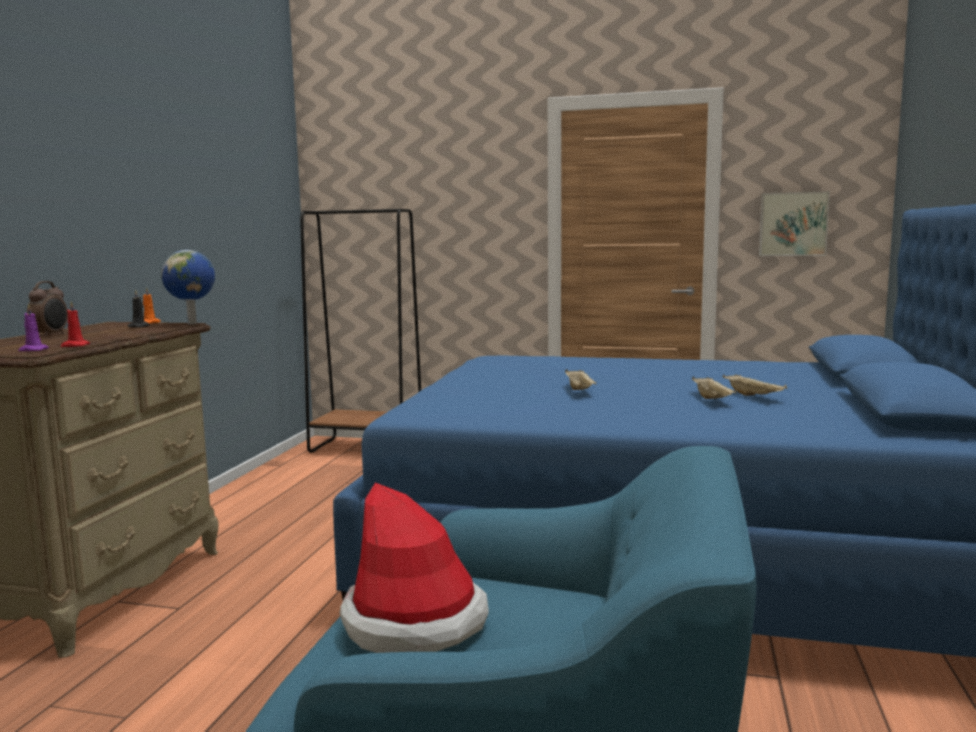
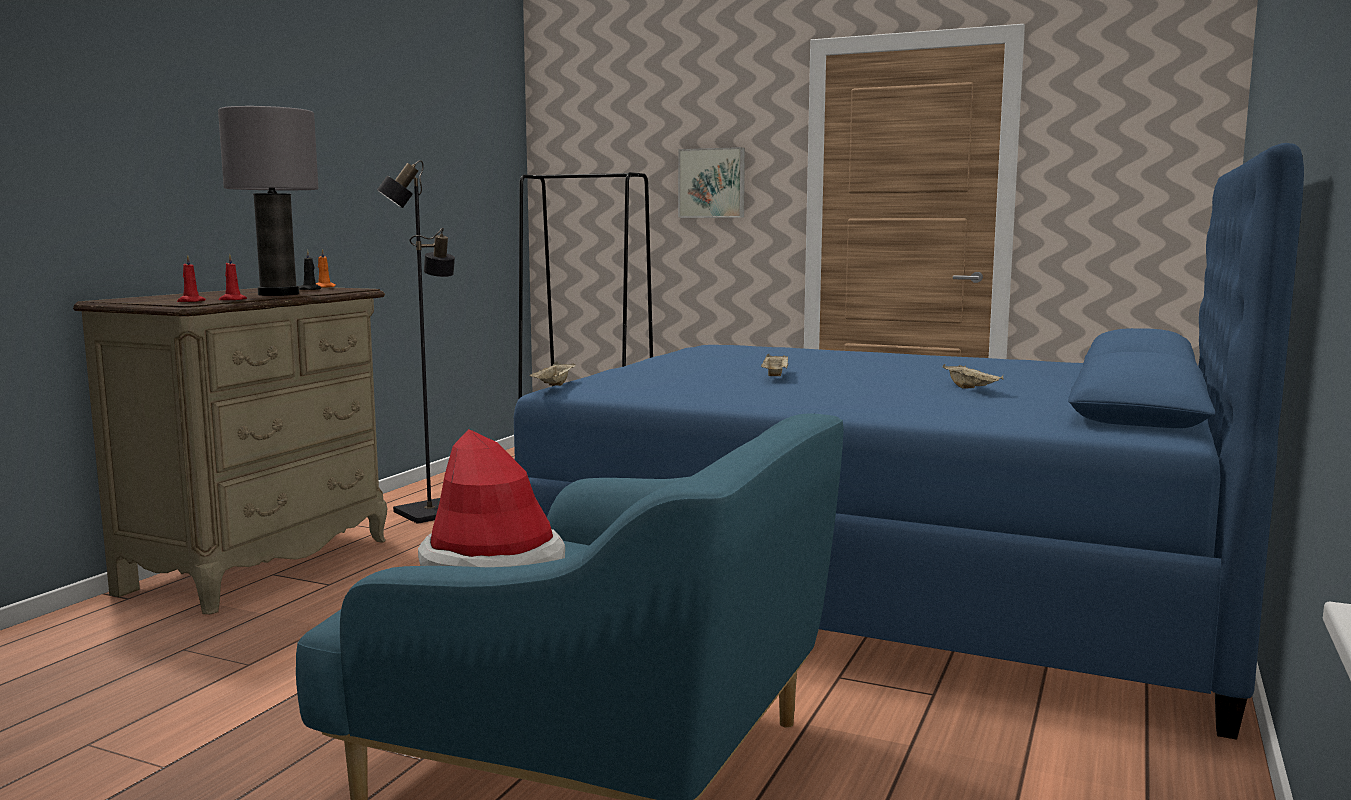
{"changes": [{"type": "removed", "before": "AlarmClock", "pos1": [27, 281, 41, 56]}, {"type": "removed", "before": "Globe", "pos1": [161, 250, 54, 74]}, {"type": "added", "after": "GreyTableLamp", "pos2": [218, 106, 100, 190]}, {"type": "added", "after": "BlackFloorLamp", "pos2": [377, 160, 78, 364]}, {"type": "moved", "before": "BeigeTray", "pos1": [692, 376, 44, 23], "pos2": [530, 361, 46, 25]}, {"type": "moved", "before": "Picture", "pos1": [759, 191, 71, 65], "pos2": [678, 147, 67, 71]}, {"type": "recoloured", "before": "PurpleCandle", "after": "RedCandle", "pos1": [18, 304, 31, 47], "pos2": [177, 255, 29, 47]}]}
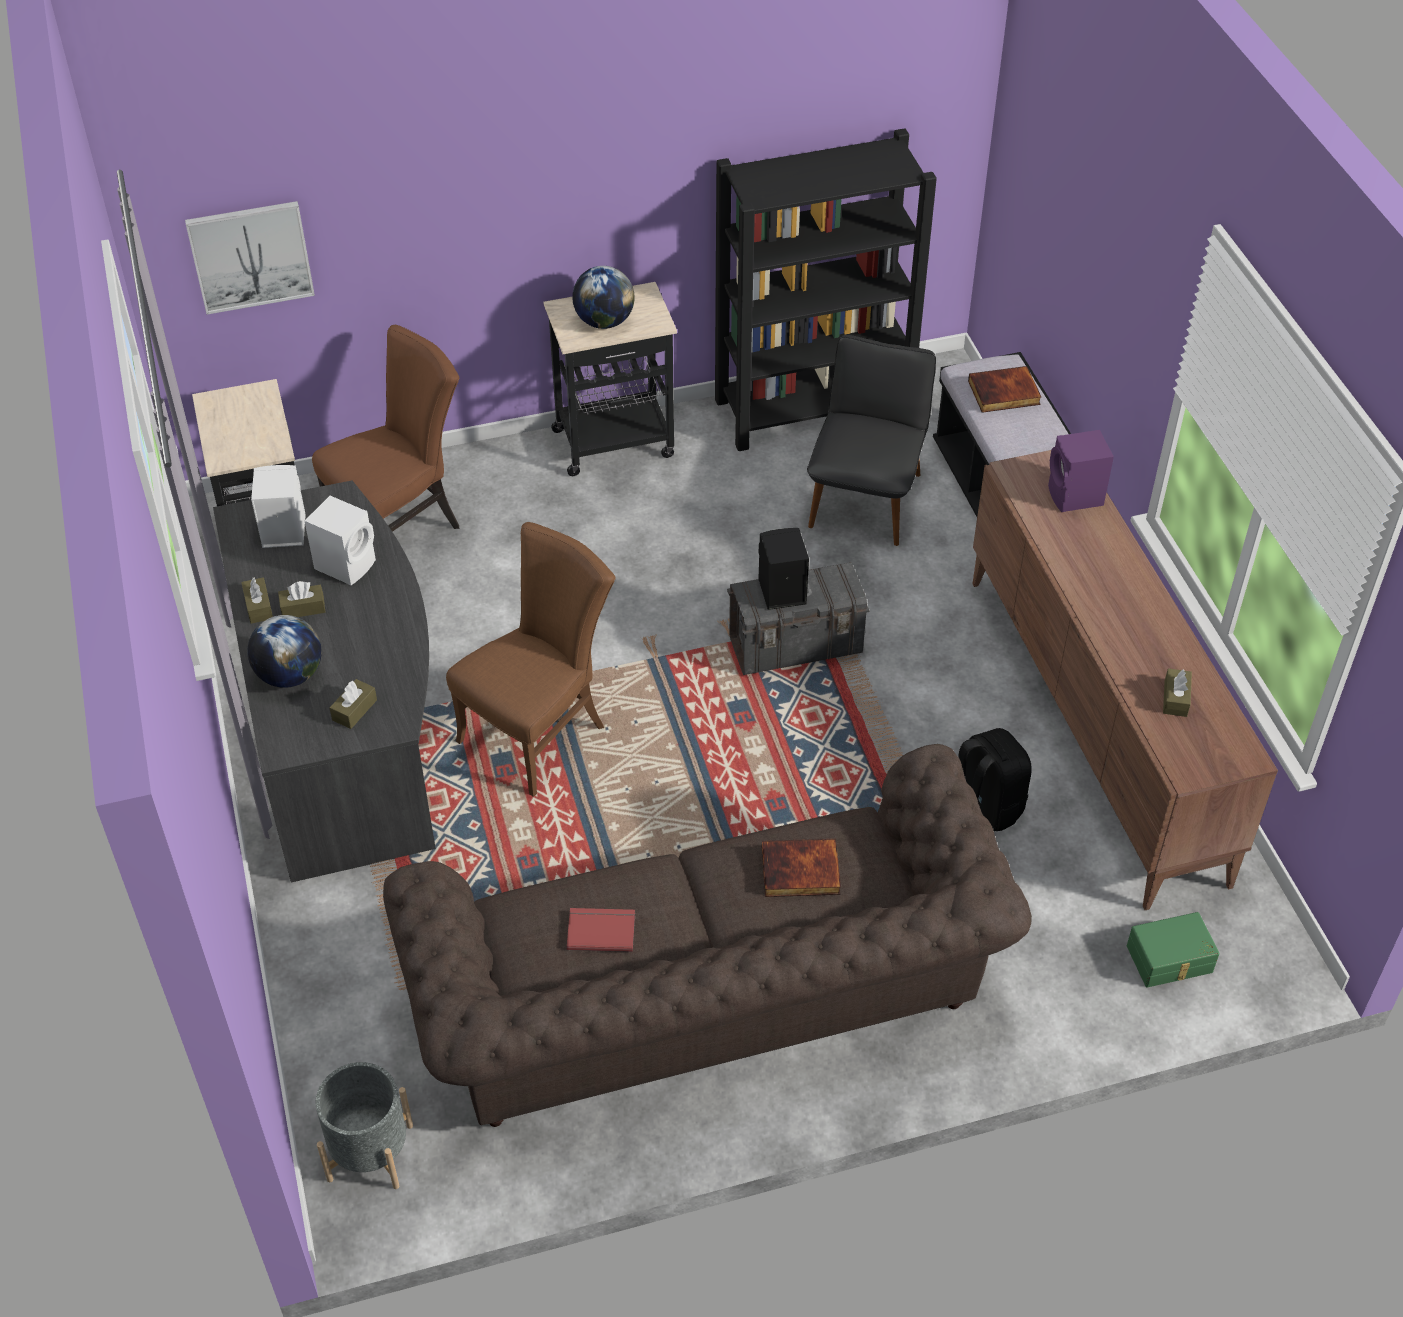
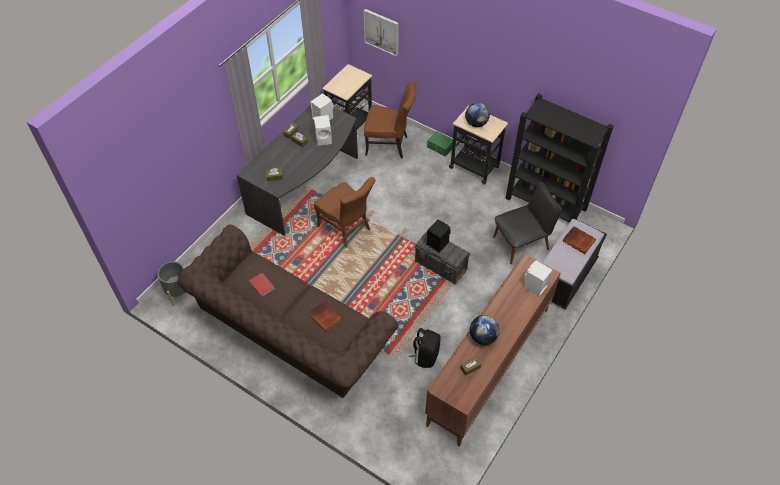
{"changes": [{"type": "moved", "before": "Globe", "pos1": [247, 615, 75, 73], "pos2": [470, 315, 30, 30]}, {"type": "moved", "before": "GreenStorageBox", "pos1": [1127, 912, 92, 75], "pos2": [427, 131, 26, 26]}, {"type": "recoloured", "before": "PurpleSpeaker", "after": "WhiteSpeaker", "pos1": [1048, 430, 66, 82], "pos2": [523, 260, 29, 36]}, {"type": "turned", "before": "BrownChair", "pos1": [446, 522, 170, 275], "pos2": [314, 177, 62, 71], "turn": 45}]}
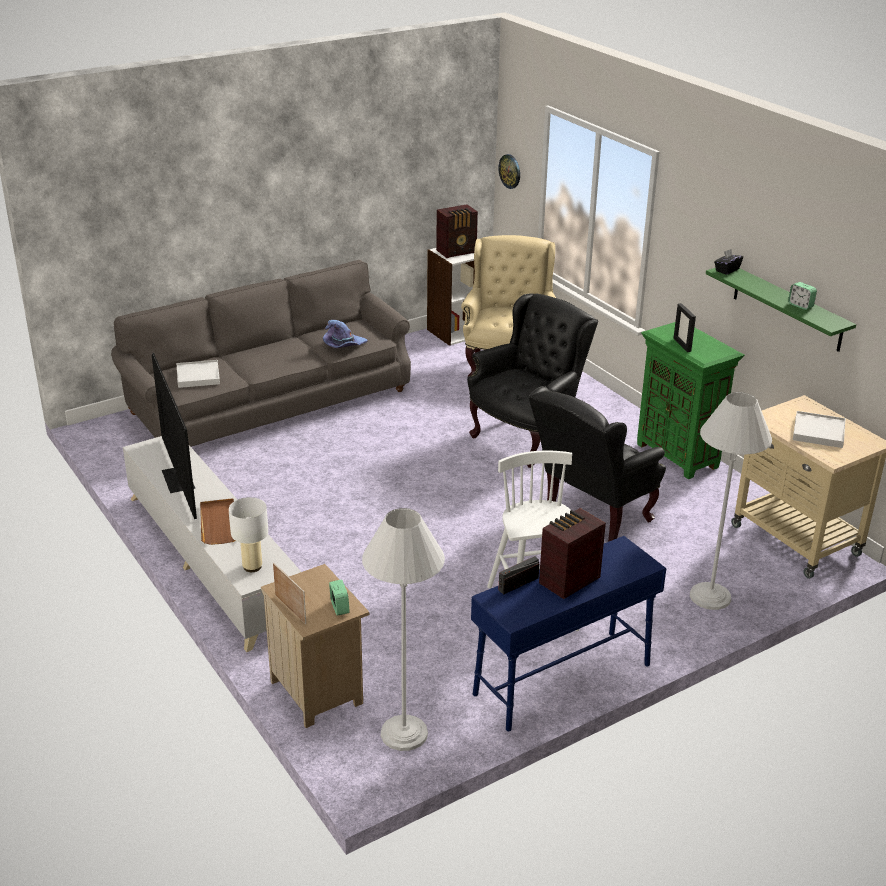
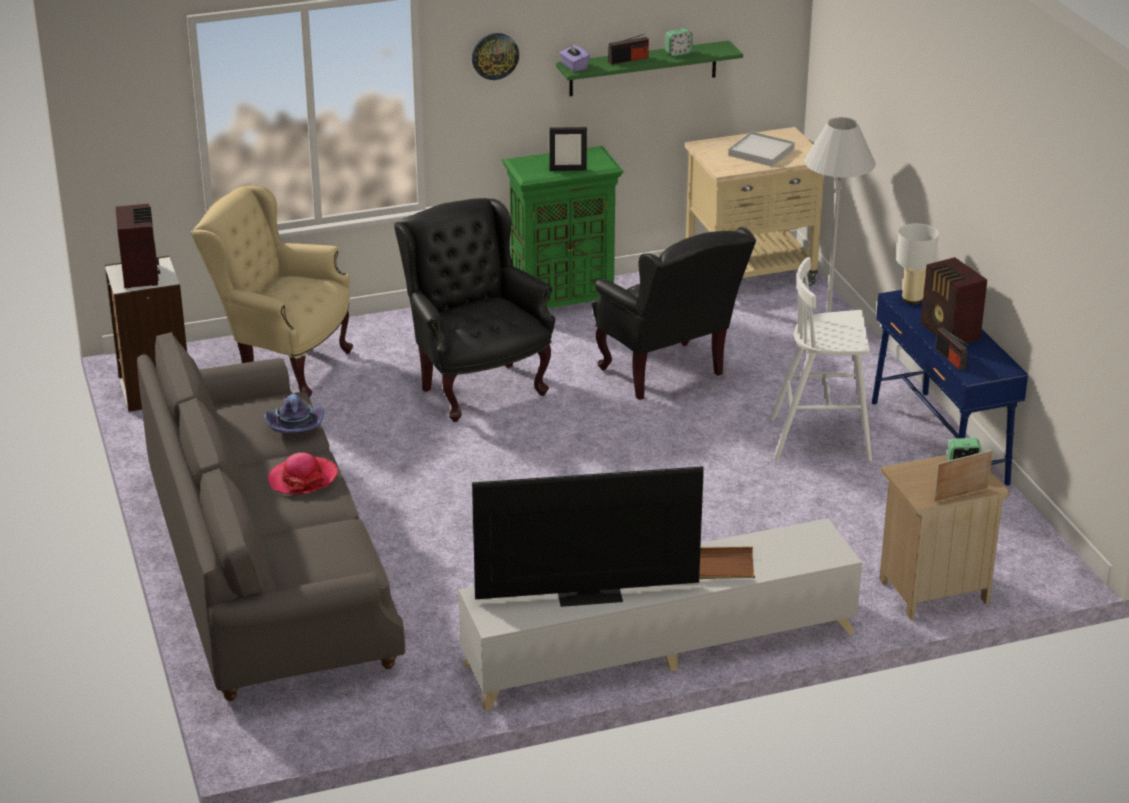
{"changes": [{"type": "removed", "before": "WhiteTray", "pos1": [177, 360, 43, 28]}, {"type": "removed", "before": "WhiteFloorLamp", "pos1": [362, 508, 83, 243]}, {"type": "added", "after": "Hat", "pos2": [268, 452, 70, 43]}, {"type": "added", "after": "Radio", "pos2": [608, 34, 41, 31]}, {"type": "moved", "before": "WhiteTableLamp", "pos1": [229, 497, 39, 75], "pos2": [896, 223, 43, 82]}, {"type": "moved", "before": "WallClock", "pos1": [498, 154, 22, 35], "pos2": [472, 33, 47, 47]}, {"type": "recoloured", "before": "BlackTissueBox", "after": "PurpleTissueBox", "pos1": [714, 249, 29, 26], "pos2": [559, 44, 31, 28]}]}
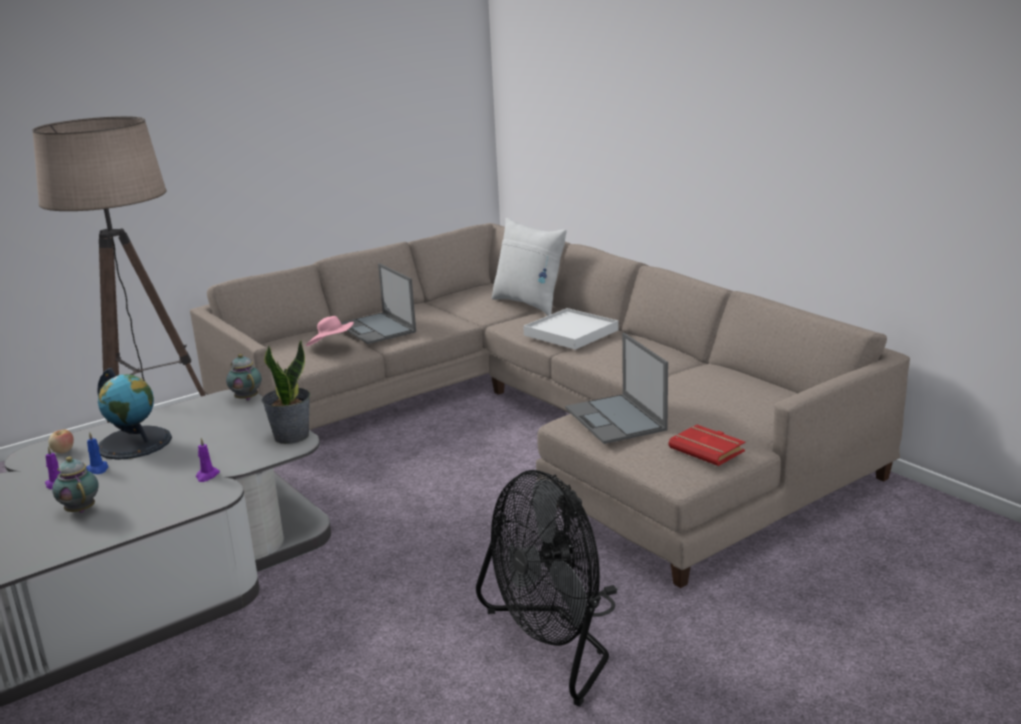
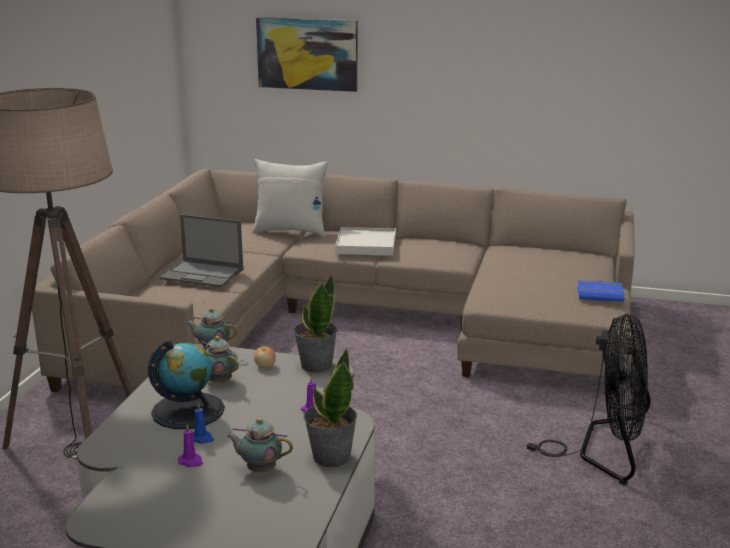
{"changes": [{"type": "removed", "before": "PinkHat", "pos1": [306, 316, 48, 30]}, {"type": "removed", "before": "Laptop", "pos1": [565, 333, 103, 111]}, {"type": "added", "after": "Teapot", "pos2": [199, 336, 40, 47]}, {"type": "added", "after": "Picture", "pos2": [256, 17, 102, 75]}, {"type": "added", "after": "PottedPlant", "pos2": [304, 348, 53, 119]}, {"type": "moved", "before": "Apple", "pos1": [48, 429, 26, 24], "pos2": [254, 346, 22, 22]}, {"type": "recoloured", "before": "RedBook", "after": "BlueBook", "pos1": [669, 425, 76, 41], "pos2": [577, 280, 48, 22]}, {"type": "turned", "before": "BlackFan", "pos1": [476, 470, 143, 237], "pos2": [525, 314, 126, 172], "turn": -90}]}
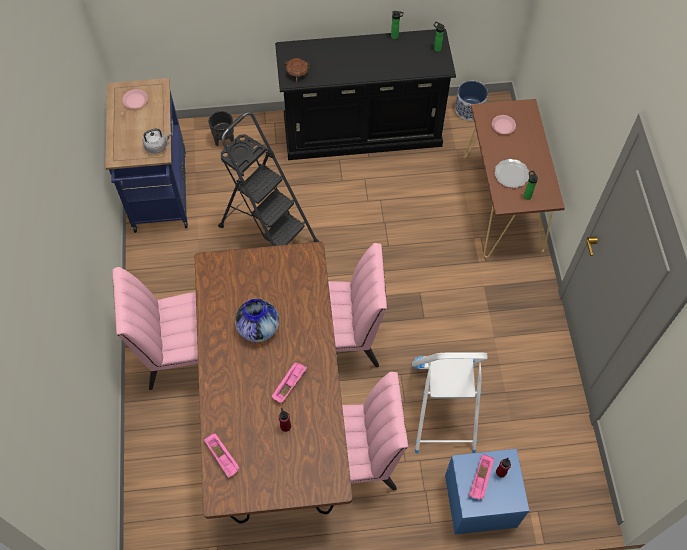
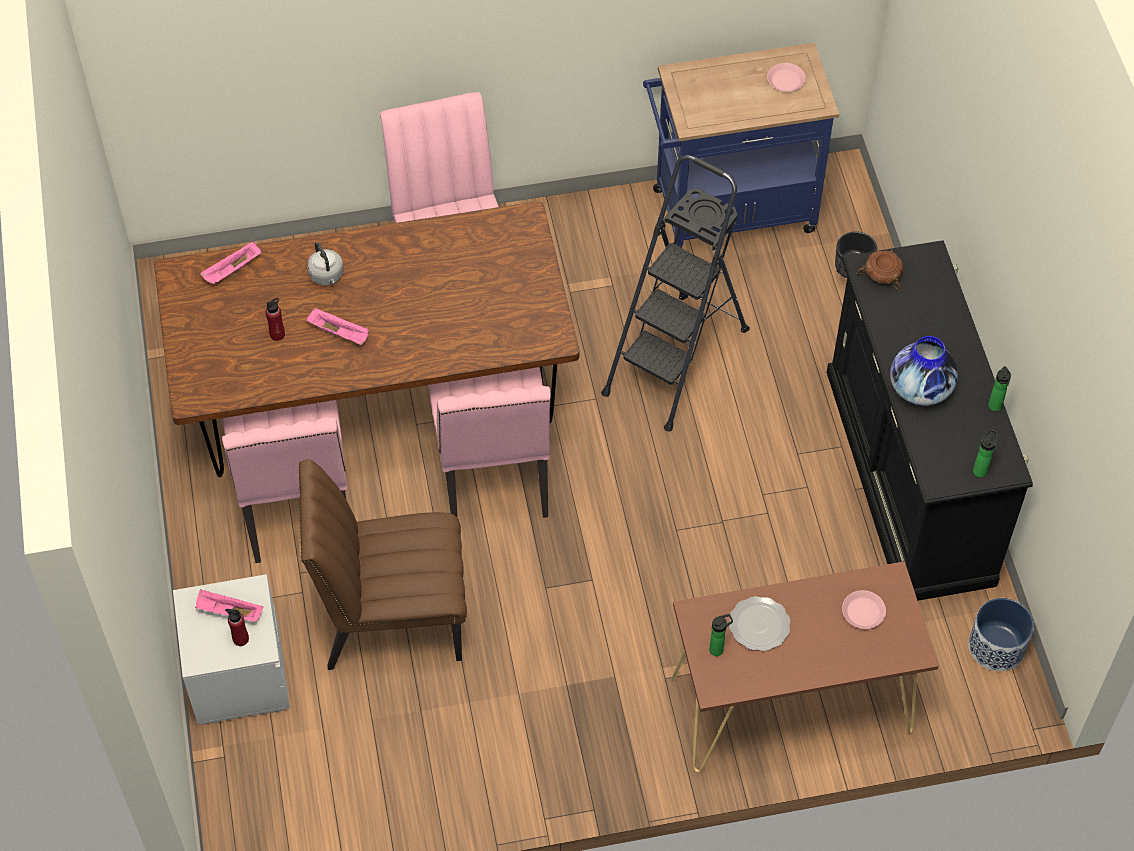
{"changes": [{"type": "moved", "before": "GreyKettle", "pos1": [143, 128, 29, 26], "pos2": [307, 242, 37, 43]}, {"type": "moved", "before": "Vase", "pos1": [235, 299, 44, 43], "pos2": [890, 336, 68, 70]}, {"type": "replaced", "before": "WhiteStepLadder", "after": "BrownChair", "pos1": [411, 352, 76, 101], "pos2": [299, 459, 168, 211]}, {"type": "recoloured", "before": "BlueNightstand", "after": "WhiteNightstand", "pos1": [445, 449, 84, 85], "pos2": [173, 574, 117, 151]}]}
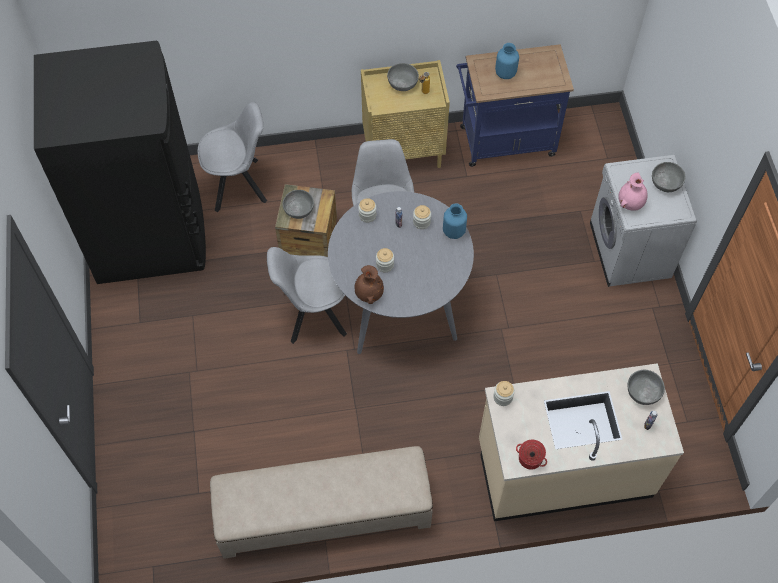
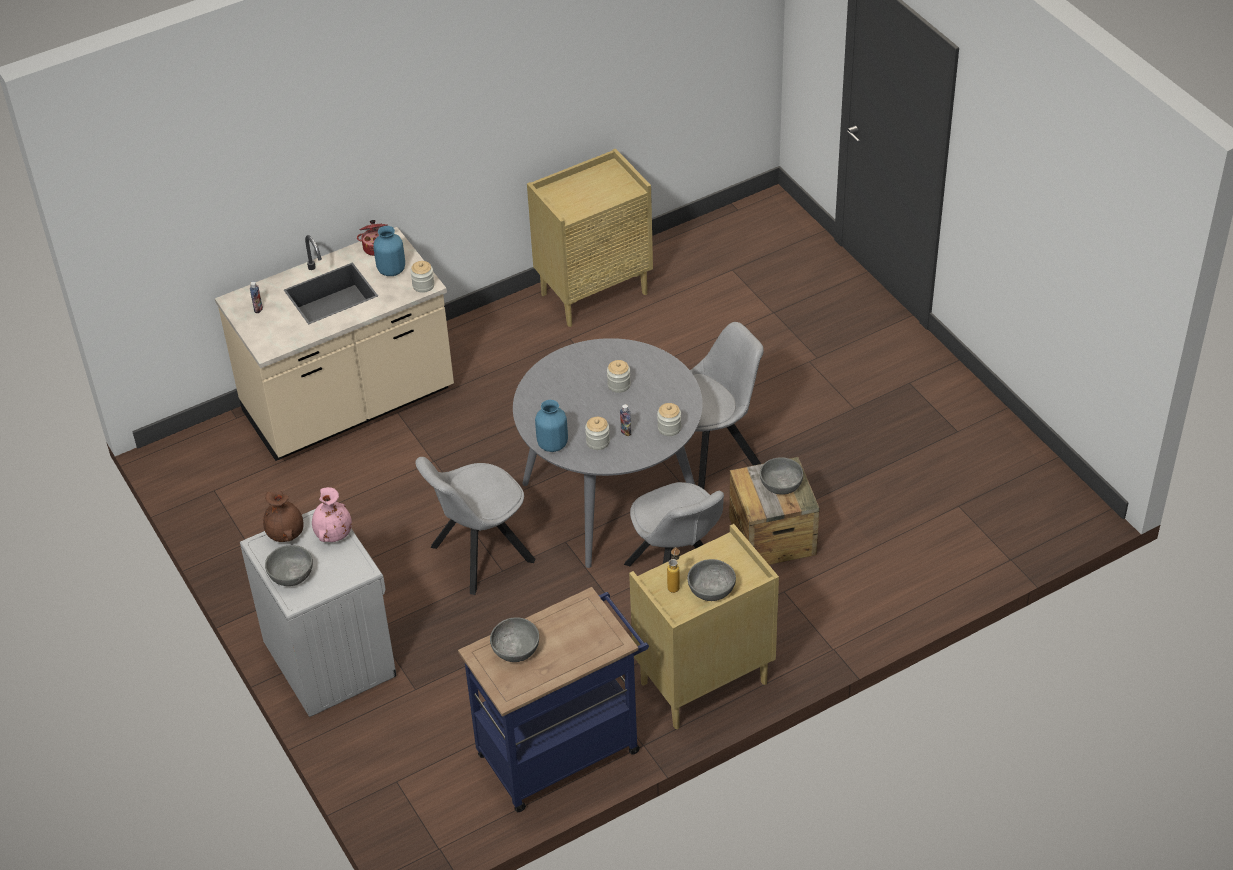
{"changes": [{"type": "removed", "before": "BlackFridge", "pos1": [34, 40, 172, 244]}, {"type": "moved", "before": "GreyChair", "pos1": [198, 102, 69, 110], "pos2": [415, 457, 120, 138]}, {"type": "moved", "before": "BrownVase", "pos1": [355, 265, 29, 39], "pos2": [263, 491, 41, 51]}, {"type": "moved", "before": "BlueVase", "pos1": [495, 43, 24, 36], "pos2": [373, 226, 32, 50]}, {"type": "moved", "before": "GreyBowl", "pos1": [628, 370, 37, 35], "pos2": [490, 617, 49, 45]}, {"type": "replaced", "before": "BeigeBench", "after": "BeigeCabinet", "pos1": [210, 446, 223, 113], "pos2": [527, 149, 126, 178]}]}
